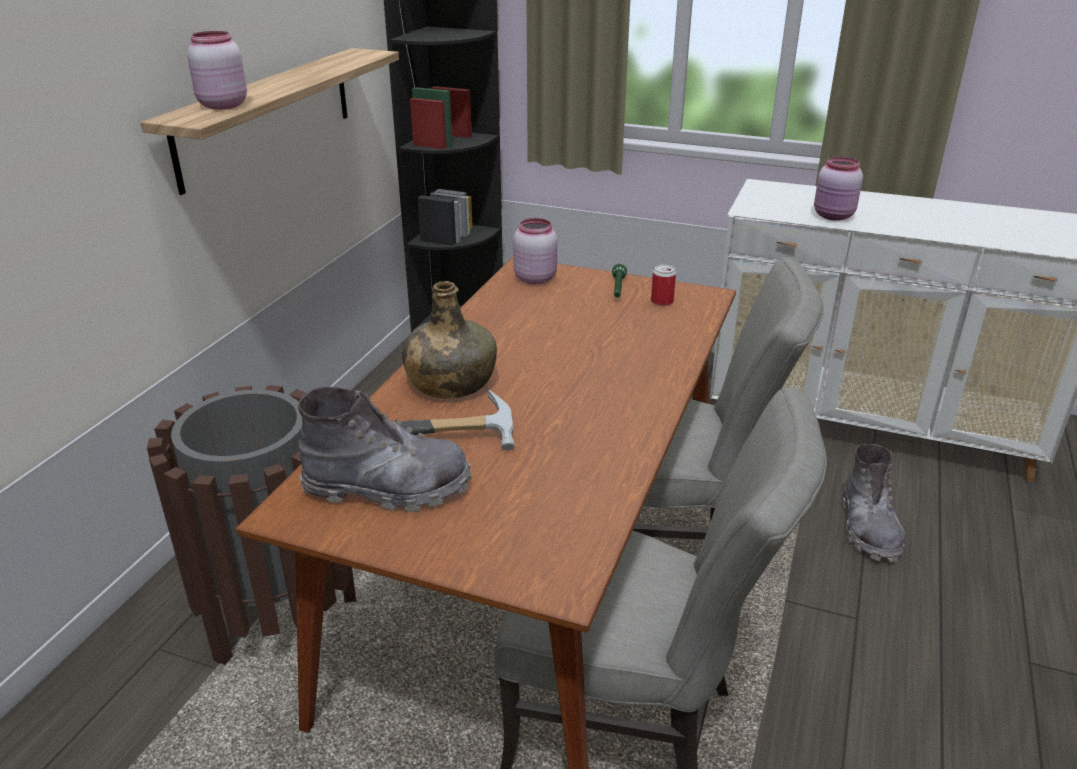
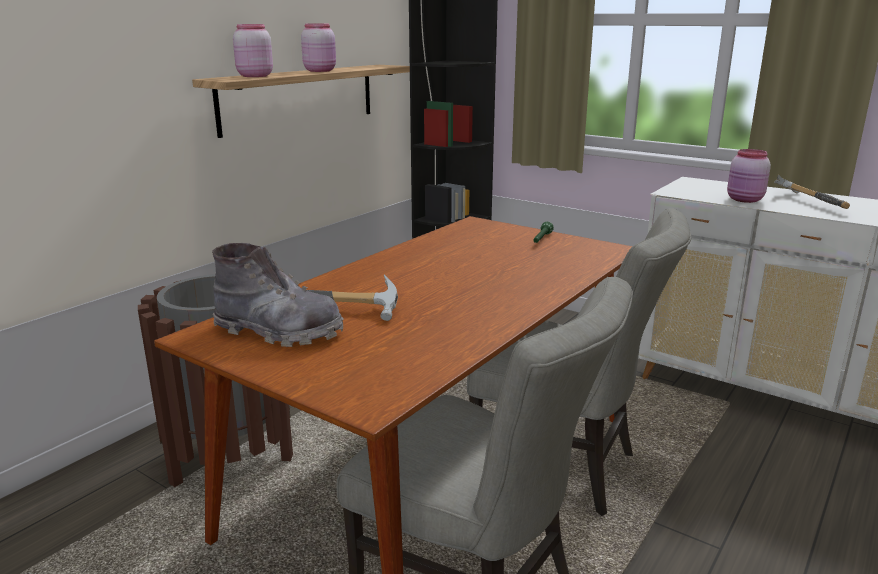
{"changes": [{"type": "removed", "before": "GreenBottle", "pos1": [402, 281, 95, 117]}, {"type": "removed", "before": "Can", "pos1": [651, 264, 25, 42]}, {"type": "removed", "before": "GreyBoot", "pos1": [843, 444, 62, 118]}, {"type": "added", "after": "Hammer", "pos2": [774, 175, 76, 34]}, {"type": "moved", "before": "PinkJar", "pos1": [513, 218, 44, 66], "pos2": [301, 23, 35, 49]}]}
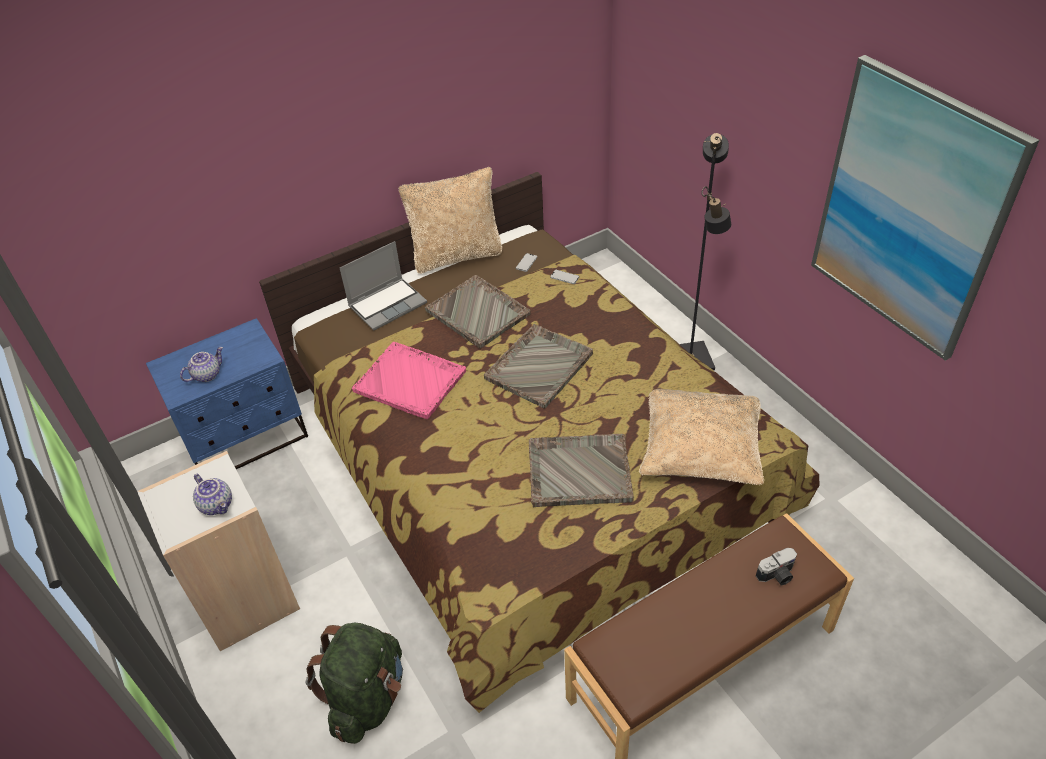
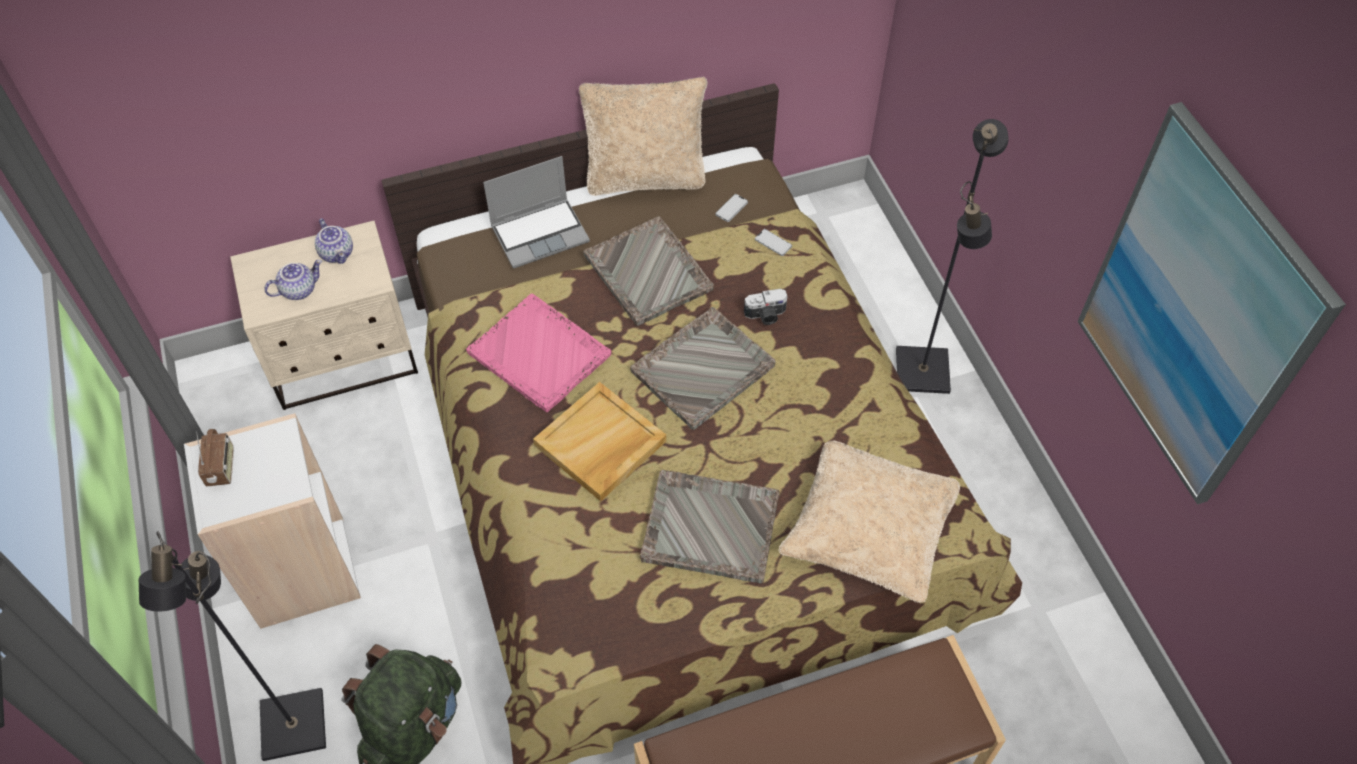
{"changes": [{"type": "added", "after": "BlackFloorLamp", "pos2": [139, 531, 187, 230]}, {"type": "added", "after": "Radio", "pos2": [196, 429, 38, 57]}, {"type": "added", "after": "BeigeTray", "pos2": [533, 382, 133, 119]}, {"type": "moved", "before": "Teapot", "pos1": [193, 474, 39, 41], "pos2": [315, 218, 38, 46]}, {"type": "moved", "before": "PhotoCamera", "pos1": [756, 548, 41, 37], "pos2": [744, 289, 43, 36]}, {"type": "recoloured", "before": "BlueNightstand", "after": "BeigeNightstand", "pos1": [146, 318, 162, 151], "pos2": [230, 221, 188, 189]}]}
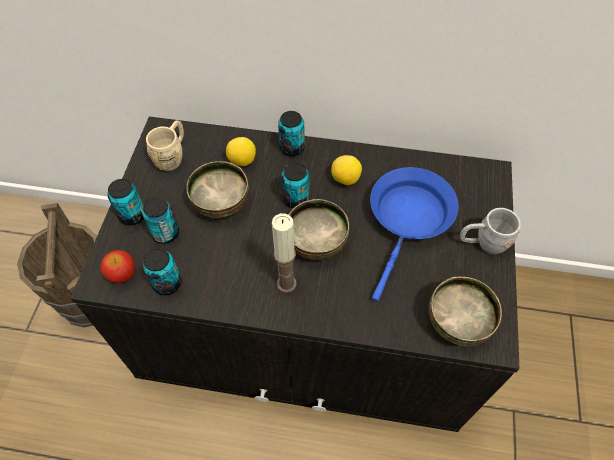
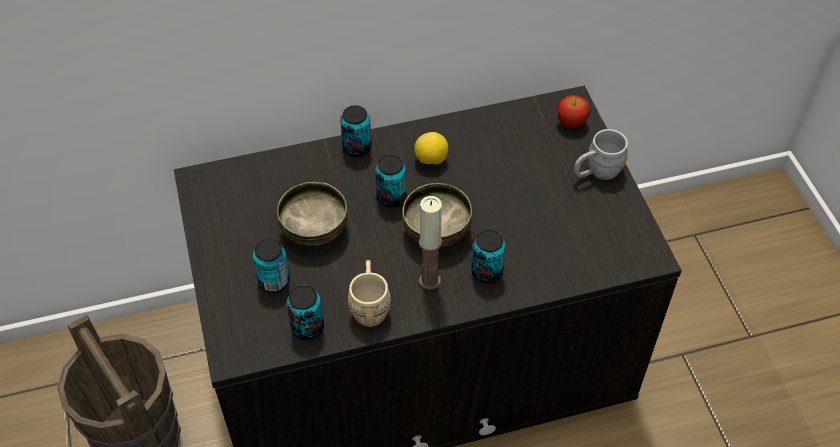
{"changes": [{"type": "removed", "before": "Lemon", "pos1": [226, 137, 30, 29]}, {"type": "removed", "before": "BlueFryingPan", "pos1": [370, 167, 89, 135]}, {"type": "removed", "before": "Bowl", "pos1": [428, 276, 74, 70]}, {"type": "moved", "before": "Apple", "pos1": [100, 250, 35, 33], "pos2": [558, 95, 32, 34]}, {"type": "moved", "before": "Can", "pos1": [107, 179, 37, 46], "pos2": [471, 230, 35, 54]}, {"type": "moved", "before": "BeigeMug", "pos1": [146, 120, 38, 51], "pos2": [348, 260, 43, 67]}]}
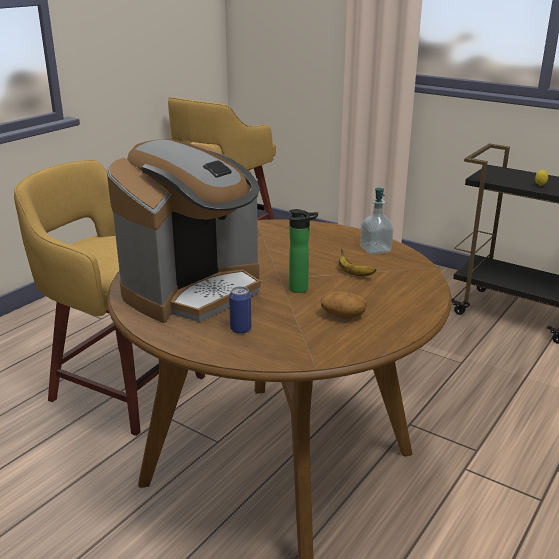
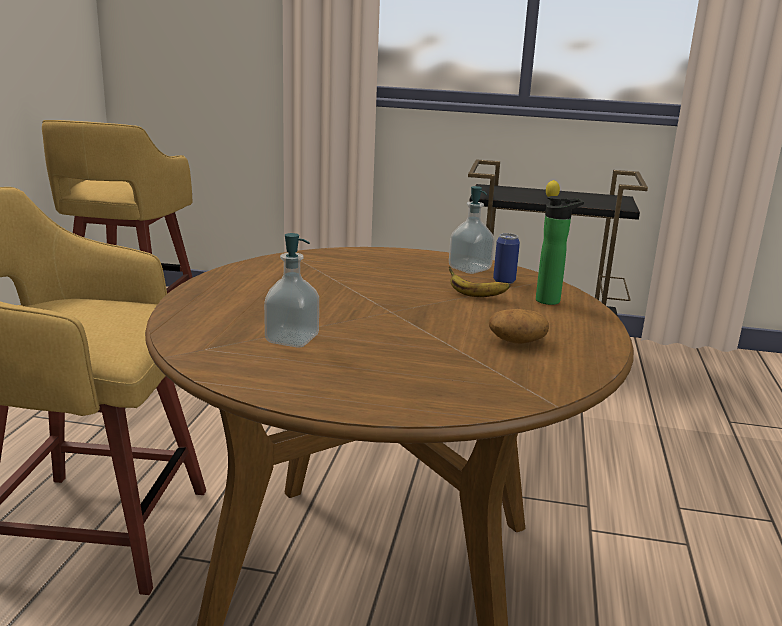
{"changes": [{"type": "moved", "before": "Can", "pos1": [229, 286, 22, 48], "pos2": [493, 233, 27, 51]}, {"type": "moved", "before": "Bottle", "pos1": [289, 209, 29, 84], "pos2": [536, 196, 48, 109]}, {"type": "replaced", "before": "CoffeeMachine", "after": "SoapDispenser", "pos1": [107, 139, 154, 184], "pos2": [264, 233, 55, 115]}]}
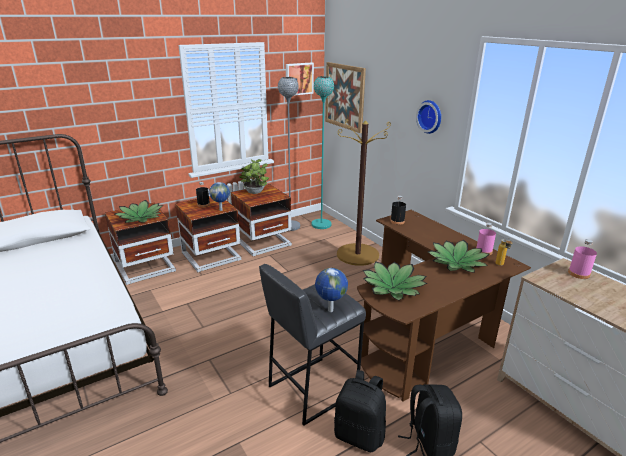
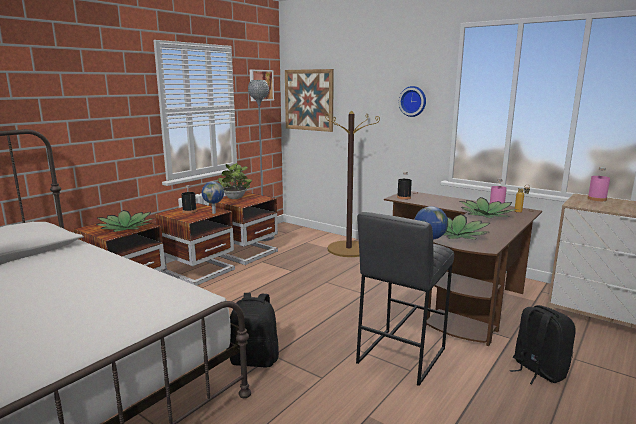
{"changes": [{"type": "removed", "before": "TurquoiseFloorLamp", "pos1": [311, 76, 23, 153]}, {"type": "moved", "before": "BlackBackpack", "pos1": [334, 369, 52, 83], "pos2": [230, 293, 49, 75]}]}
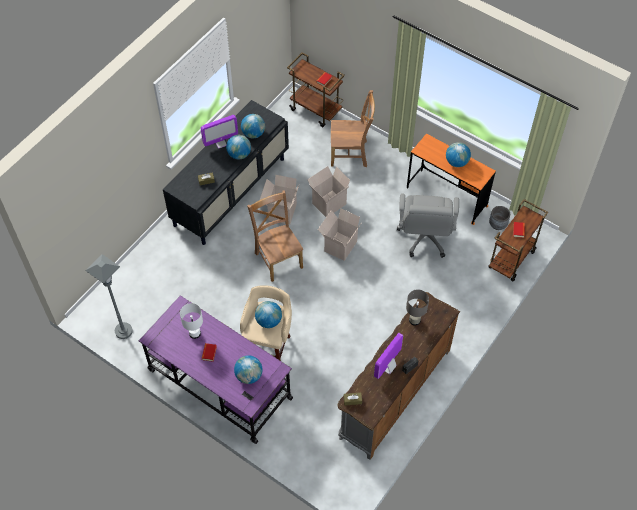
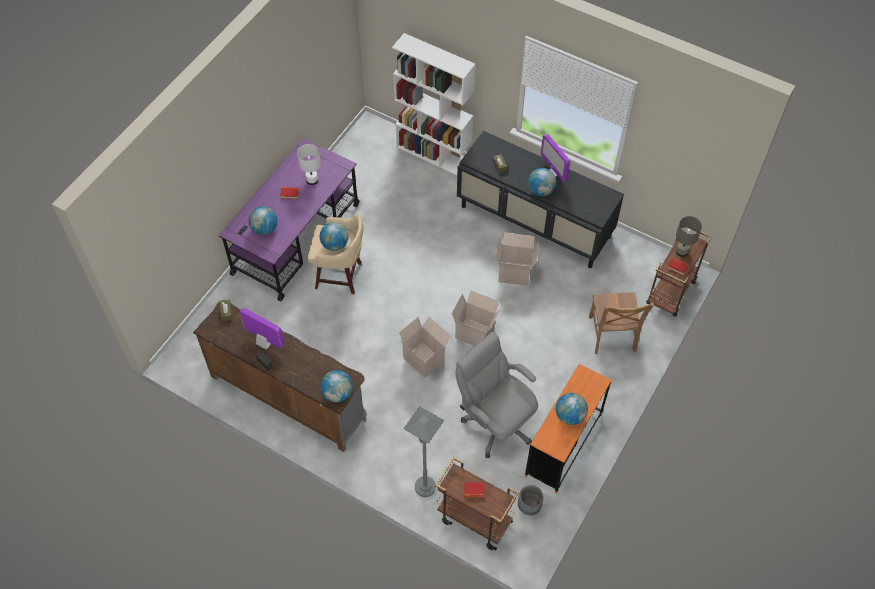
{"changes": [{"type": "removed", "before": "BrownChair", "pos1": [247, 190, 57, 92]}, {"type": "added", "after": "WhiteBookcase", "pos2": [392, 33, 83, 142]}, {"type": "moved", "before": "GreyFloorLamp", "pos1": [85, 254, 48, 85], "pos2": [404, 406, 40, 91]}, {"type": "moved", "before": "Globe", "pos1": [241, 114, 24, 24], "pos2": [320, 370, 33, 32]}, {"type": "moved", "before": "CardboardBox", "pos1": [307, 166, 43, 51], "pos2": [399, 317, 52, 61]}, {"type": "moved", "before": "GreyTableLamp", "pos1": [406, 289, 23, 36], "pos2": [676, 216, 26, 41]}, {"type": "turned", "before": "GreyOfficeChair", "pos1": [397, 193, 62, 65], "pos2": [456, 332, 82, 126], "turn": 45}]}
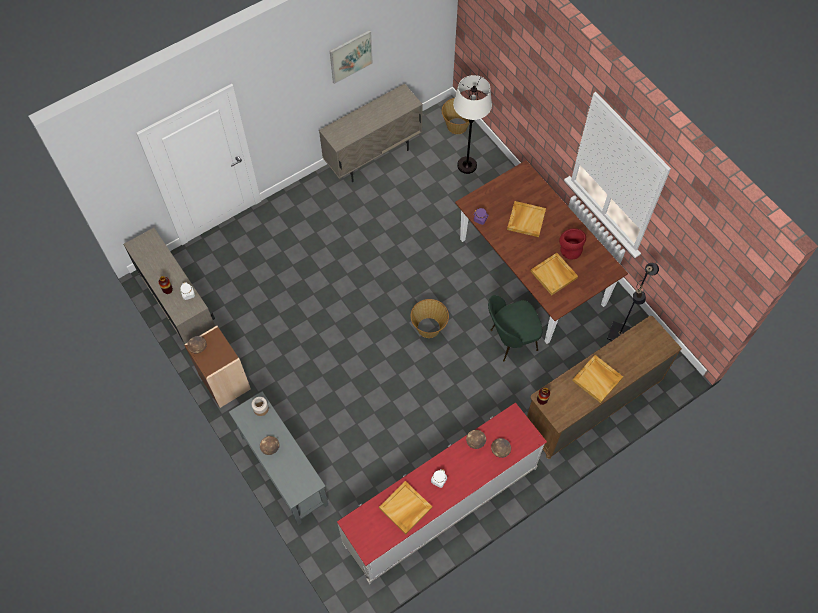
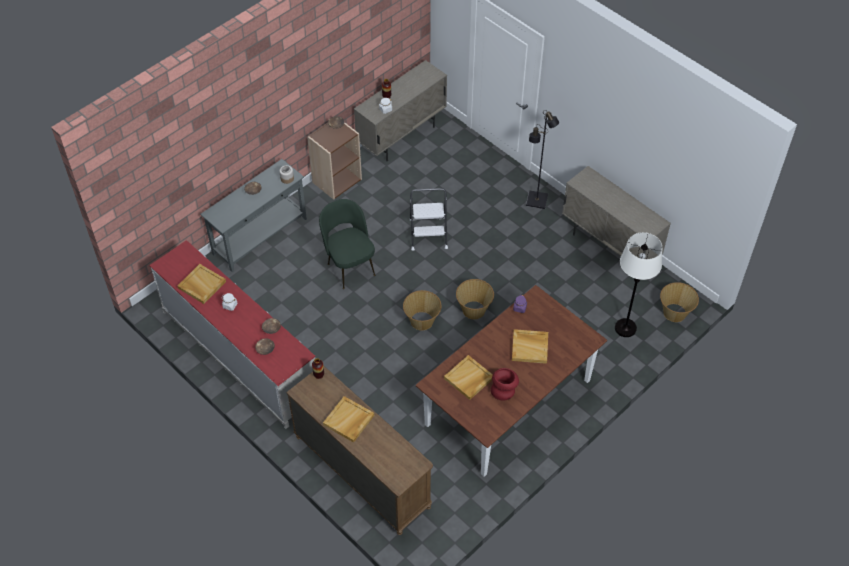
{"changes": [{"type": "removed", "before": "Picture", "pos1": [330, 30, 43, 54]}, {"type": "added", "after": "WhiteStepLadder", "pos2": [410, 188, 38, 63]}, {"type": "added", "after": "Basket", "pos2": [456, 279, 38, 41]}, {"type": "moved", "before": "GreenChair", "pos1": [488, 295, 55, 66], "pos2": [319, 199, 56, 90]}, {"type": "moved", "before": "BlackFloorLamp", "pos1": [607, 263, 52, 78], "pos2": [526, 110, 33, 99]}]}
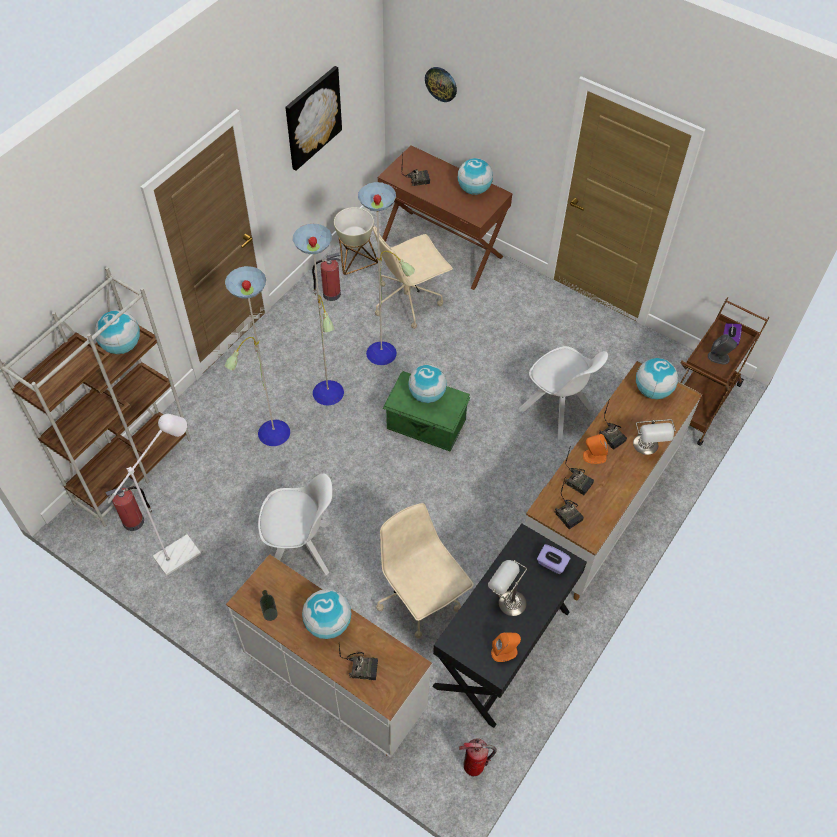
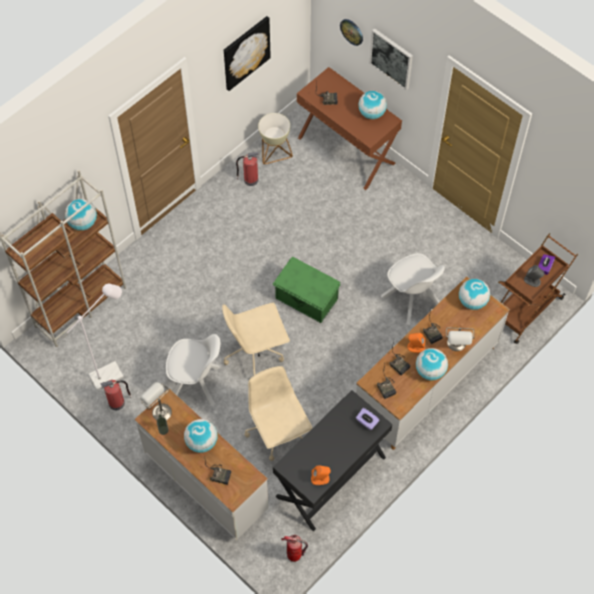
{"changes": [{"type": "removed", "before": "FloorLamp", "pos1": [224, 182, 191, 264]}, {"type": "added", "after": "Picture", "pos2": [369, 28, 44, 62]}, {"type": "moved", "before": "FireExtinguisher", "pos1": [105, 486, 47, 45], "pos2": [100, 380, 32, 30]}, {"type": "moved", "before": "BeigeOfficeChair", "pos1": [373, 226, 80, 103], "pos2": [222, 303, 68, 72]}, {"type": "moved", "before": "Globe", "pos1": [408, 364, 39, 39], "pos2": [416, 348, 32, 32]}, {"type": "moved", "before": "WhiteTableLamp", "pos1": [488, 560, 39, 56], "pos2": [140, 382, 32, 38]}]}
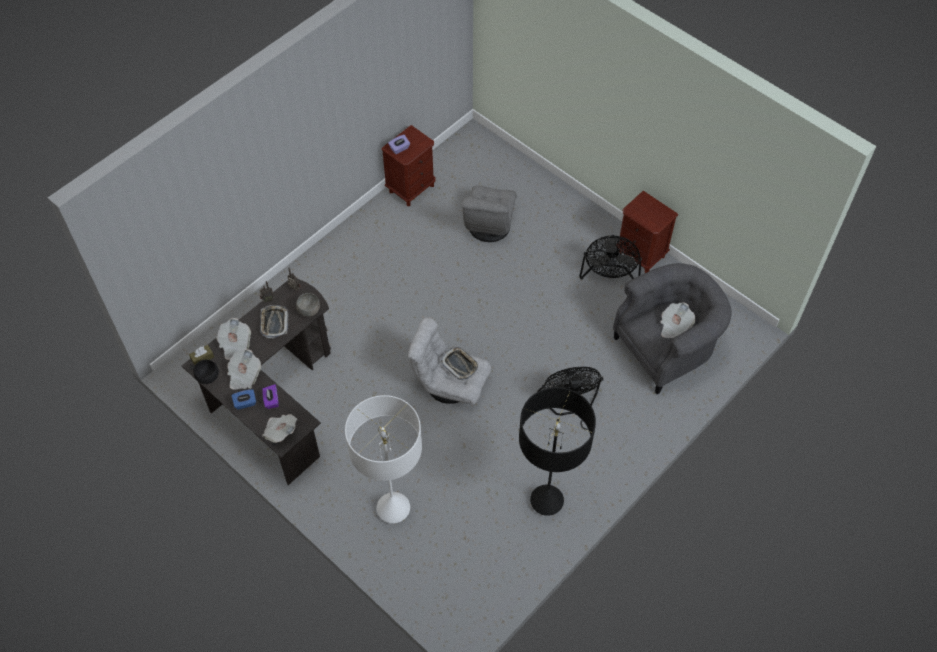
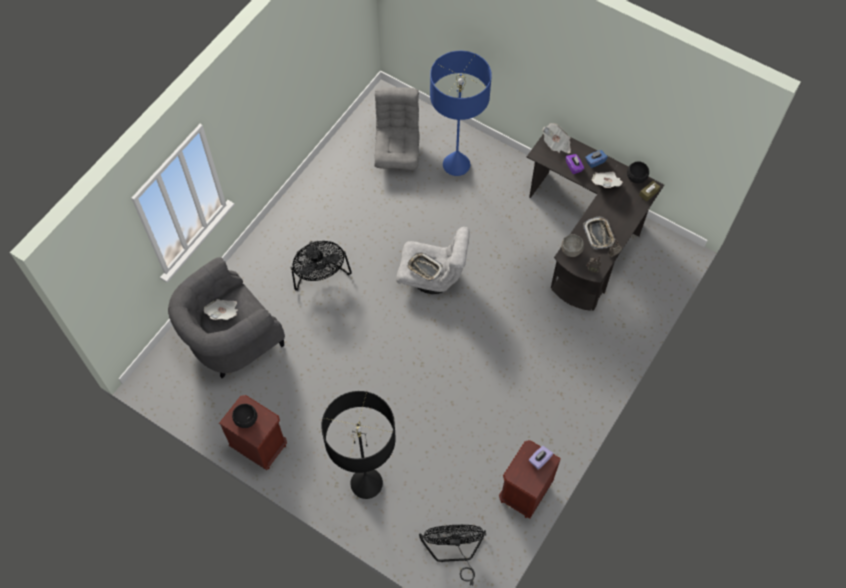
{"changes": [{"type": "removed", "before": "Newspaper", "pos1": [216, 318, 35, 42]}, {"type": "added", "after": "BlackBowl", "pos2": [232, 404, 25, 24]}, {"type": "moved", "before": "GreyArmchair", "pos1": [461, 186, 56, 56], "pos2": [374, 87, 46, 83]}, {"type": "moved", "before": "BlackFloorLamp", "pos1": [519, 387, 77, 129], "pos2": [321, 391, 75, 108]}, {"type": "moved", "before": "BlackFan", "pos1": [579, 235, 63, 45], "pos2": [419, 525, 67, 61]}, {"type": "recoloured", "before": "WhiteFloorLamp", "after": "BlueFloorLamp", "pos1": [345, 395, 77, 128], "pos2": [430, 51, 62, 125]}]}
